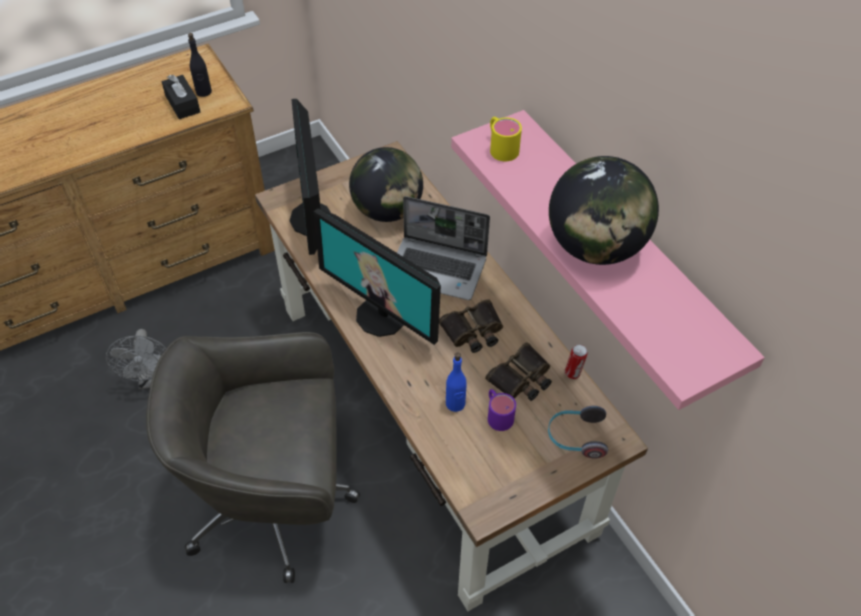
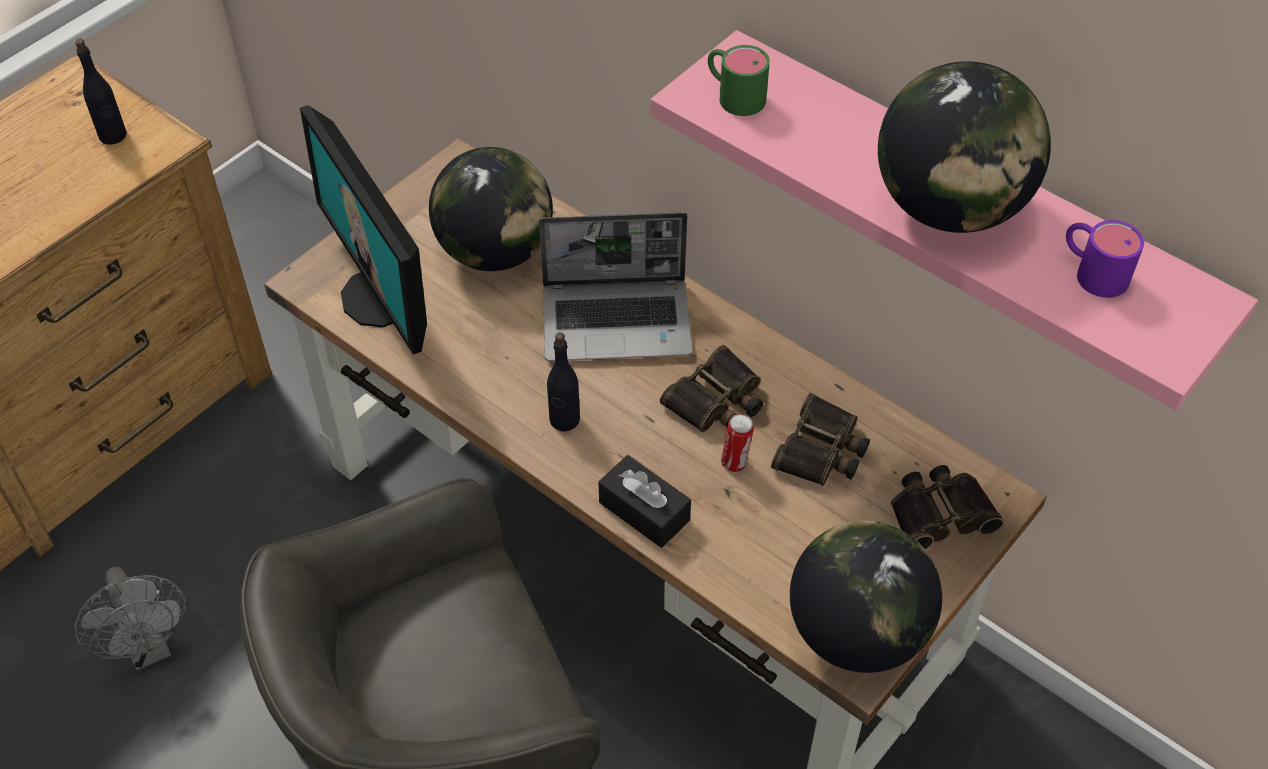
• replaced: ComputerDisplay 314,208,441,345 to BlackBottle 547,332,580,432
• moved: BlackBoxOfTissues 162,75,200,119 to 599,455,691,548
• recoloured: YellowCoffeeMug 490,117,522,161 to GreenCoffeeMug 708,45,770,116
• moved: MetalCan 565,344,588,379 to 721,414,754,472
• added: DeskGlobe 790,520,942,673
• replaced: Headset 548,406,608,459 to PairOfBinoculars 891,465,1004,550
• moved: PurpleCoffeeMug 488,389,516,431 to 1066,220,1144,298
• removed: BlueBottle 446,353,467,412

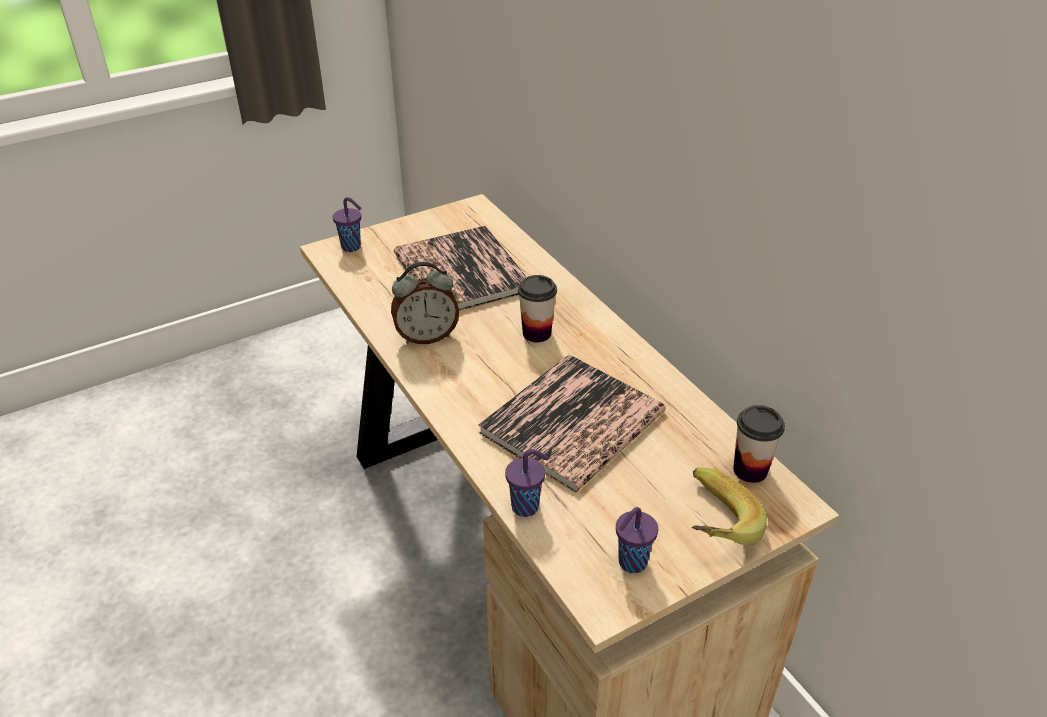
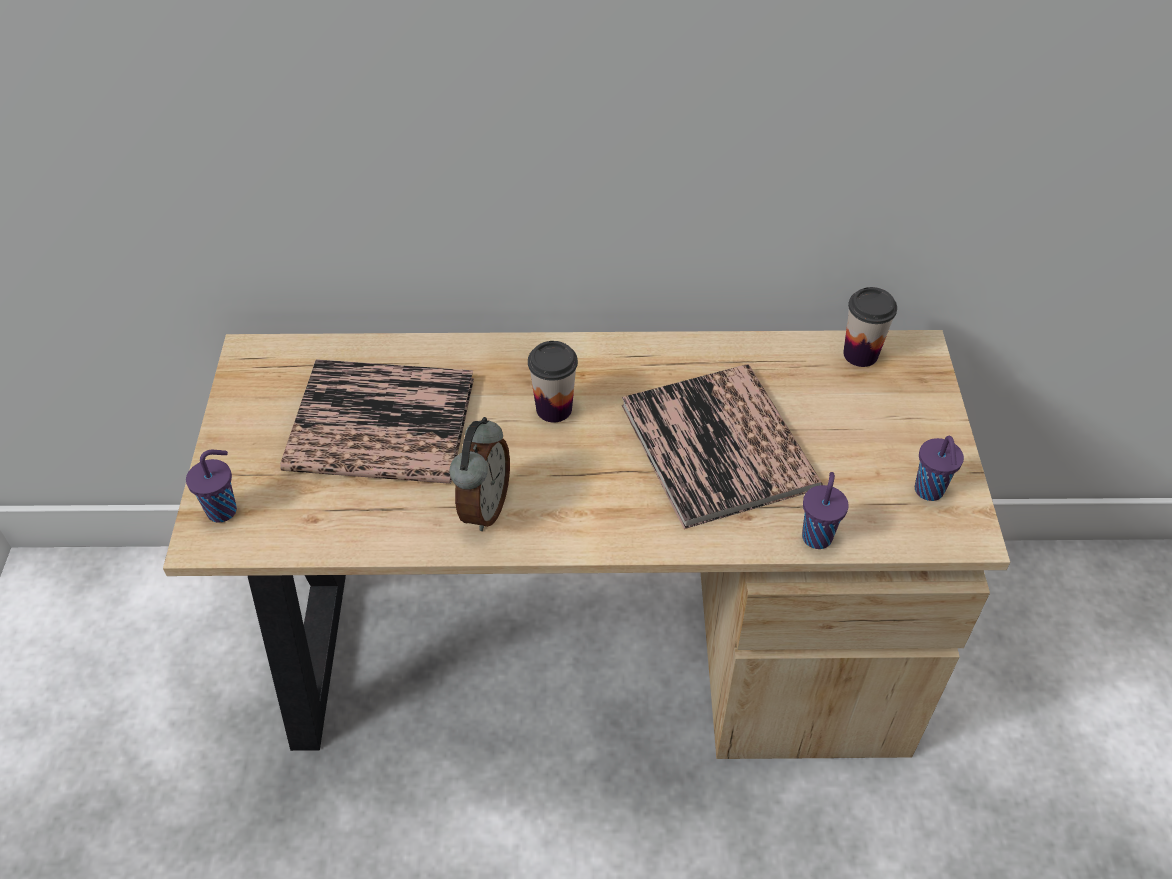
• removed: BananaFruit 692,467,767,545

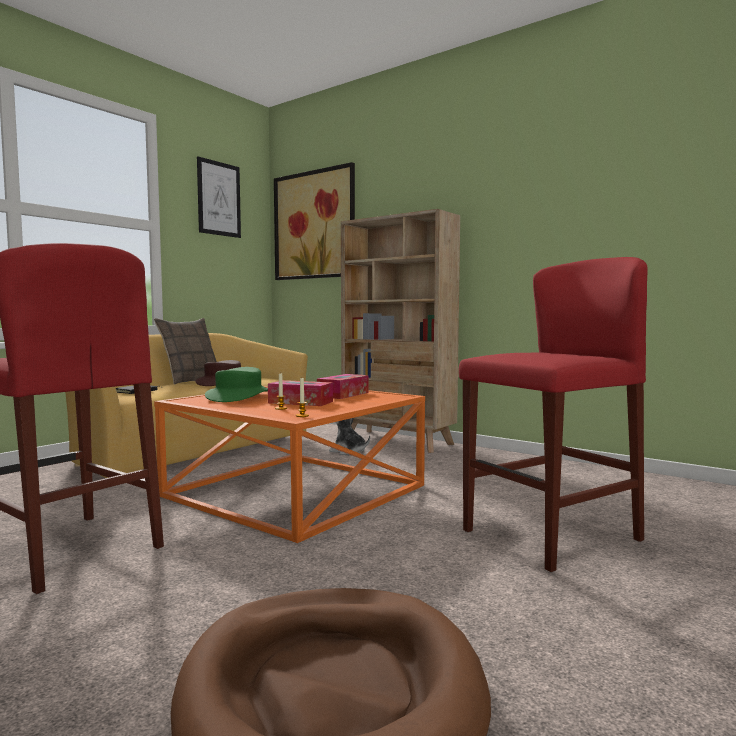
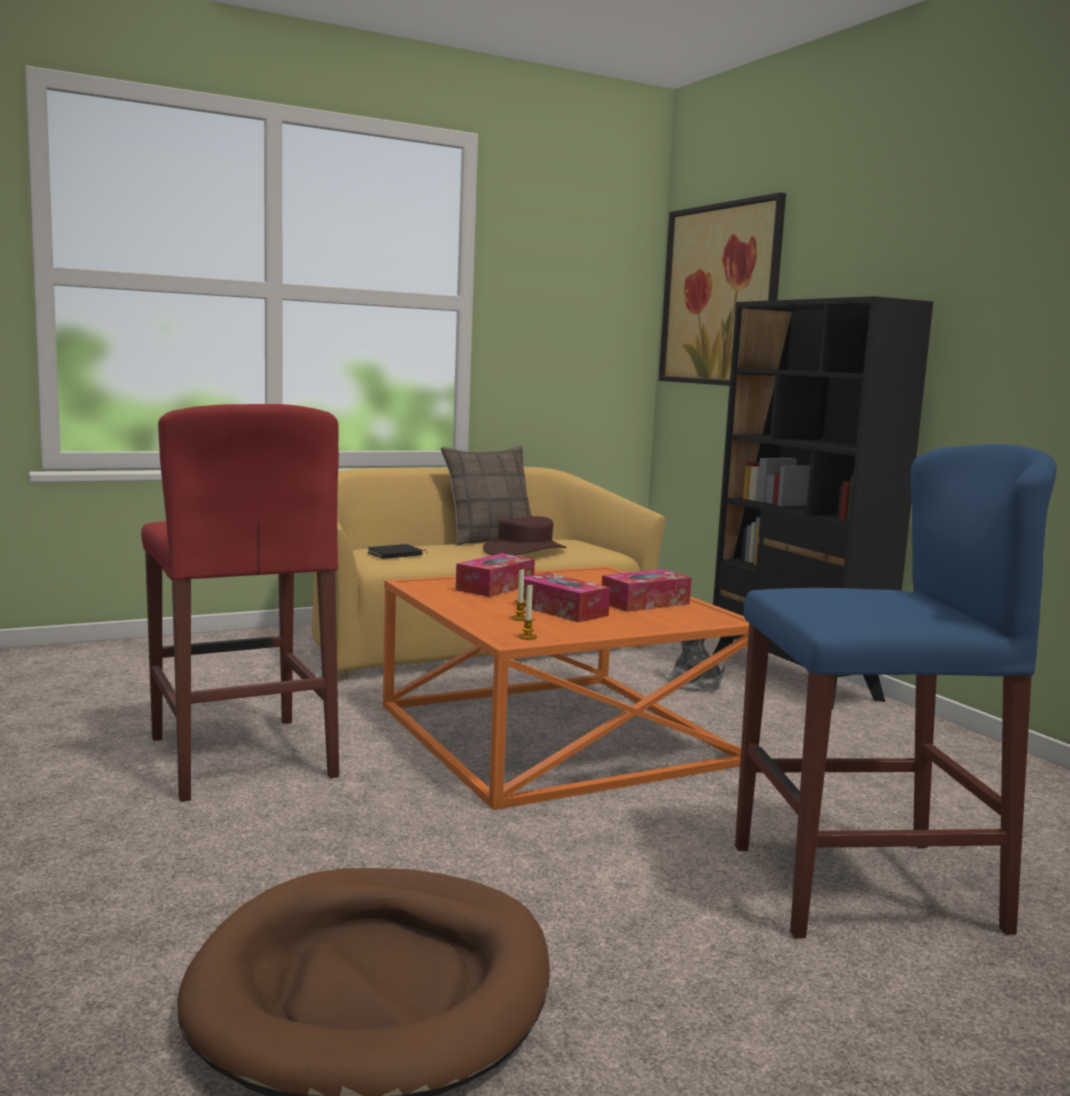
• replaced: GreenHat 205,367,268,402 to BoxOfTissues 456,553,535,597
• recoloured: BeigeShelvingUnit 341,209,460,453 to BlackShelvingUnit 713,296,933,710
• recoloured: RedStool 458,257,648,572 to BlueStool 735,444,1057,938
• removed: WallArt 197,156,241,238

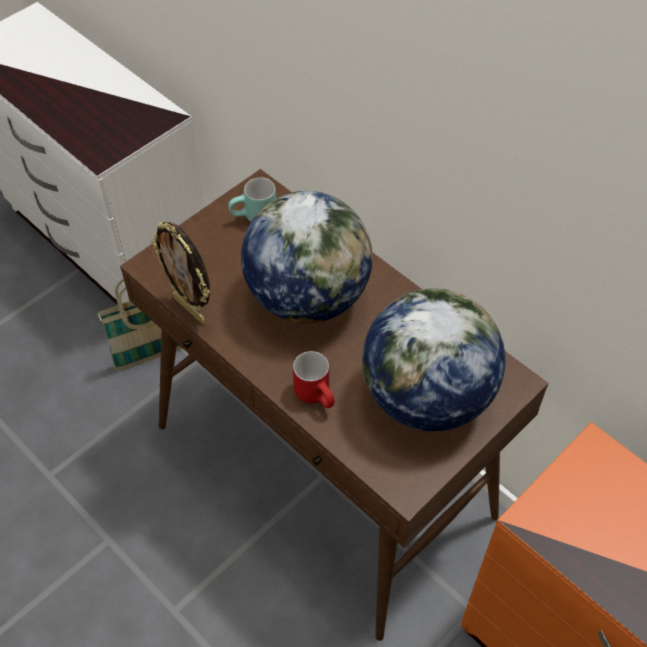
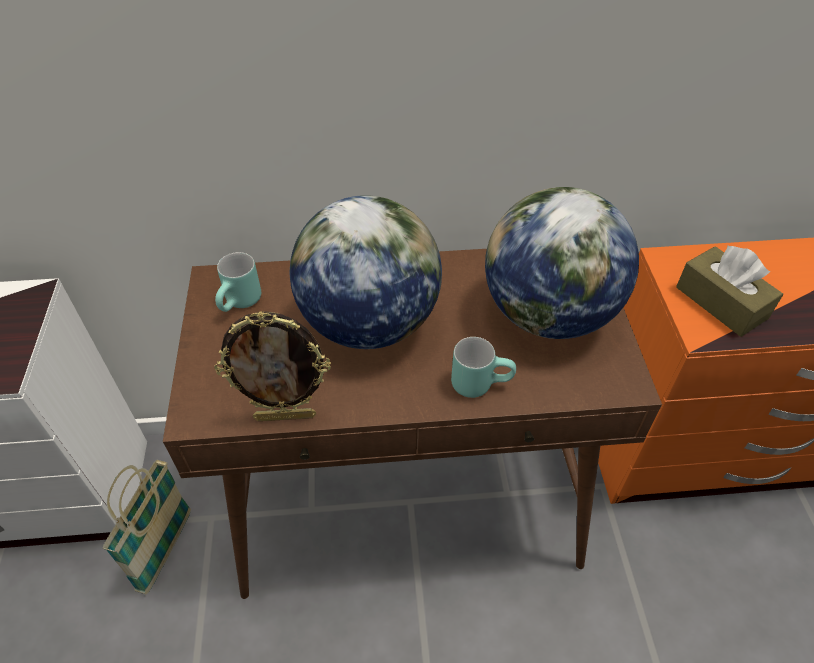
• recoloured: RedCoffeeMug 293,351,335,408 to BlueGreenCoffeeMug 451,337,516,398
• added: BrownBoxOfTissues 676,245,783,337

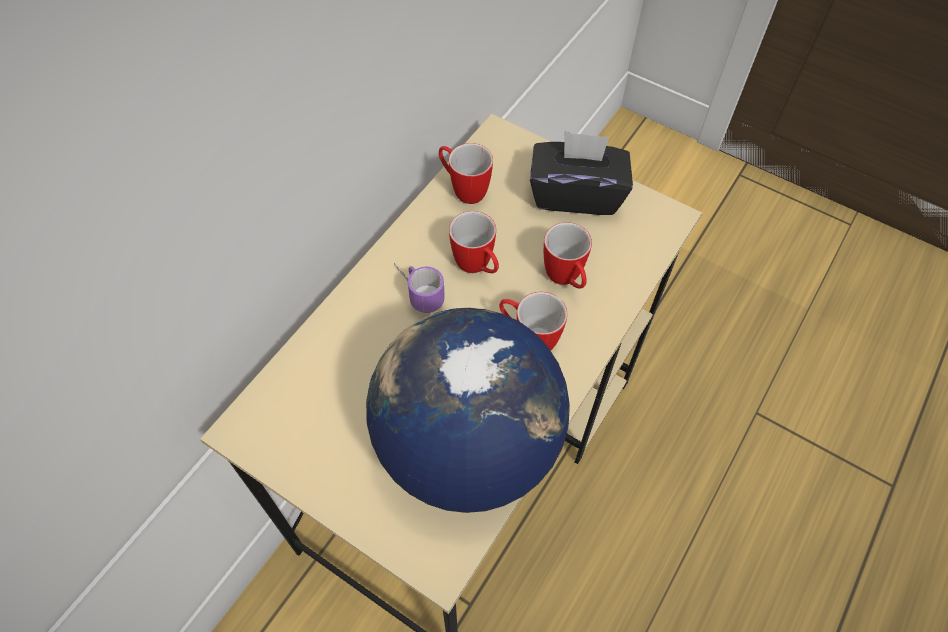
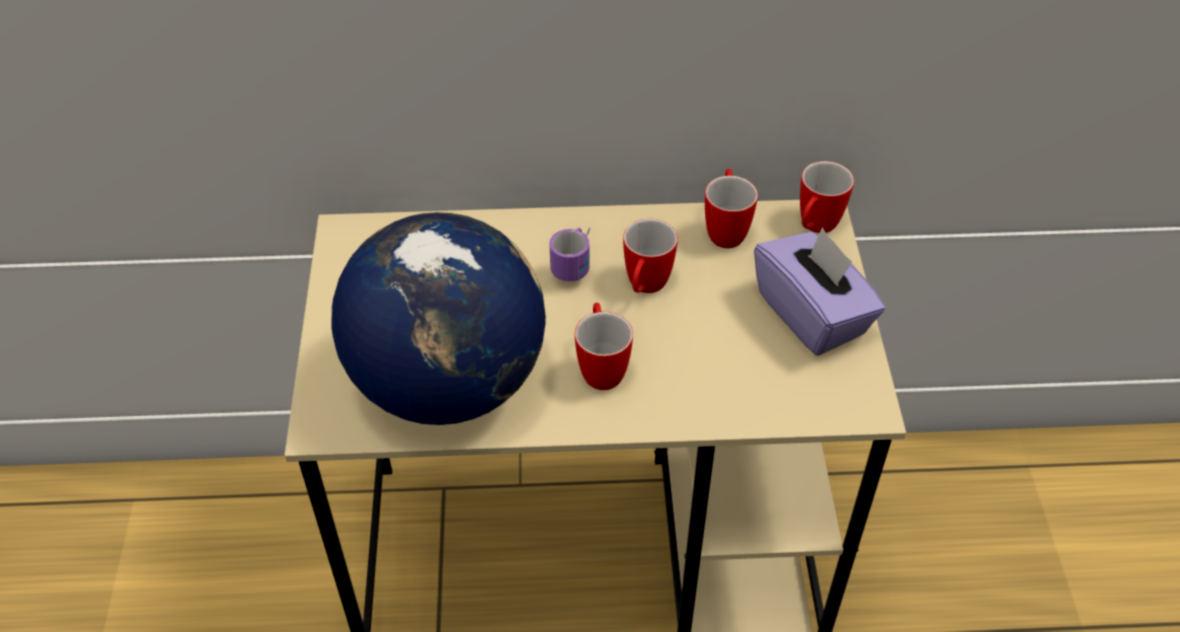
• recoloured: BlackBoxOfTissues 530,131,633,215 to PurpleBoxOfTissues 754,227,886,356
• moved: CoffeeMug 544,222,592,289 to 800,161,854,233

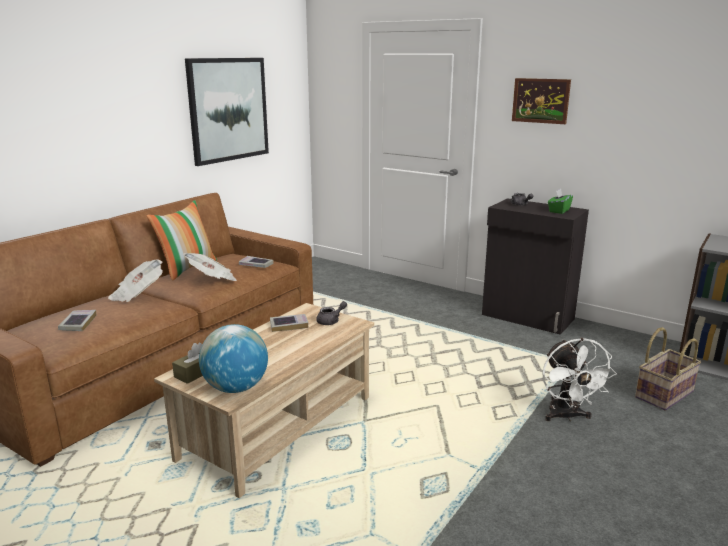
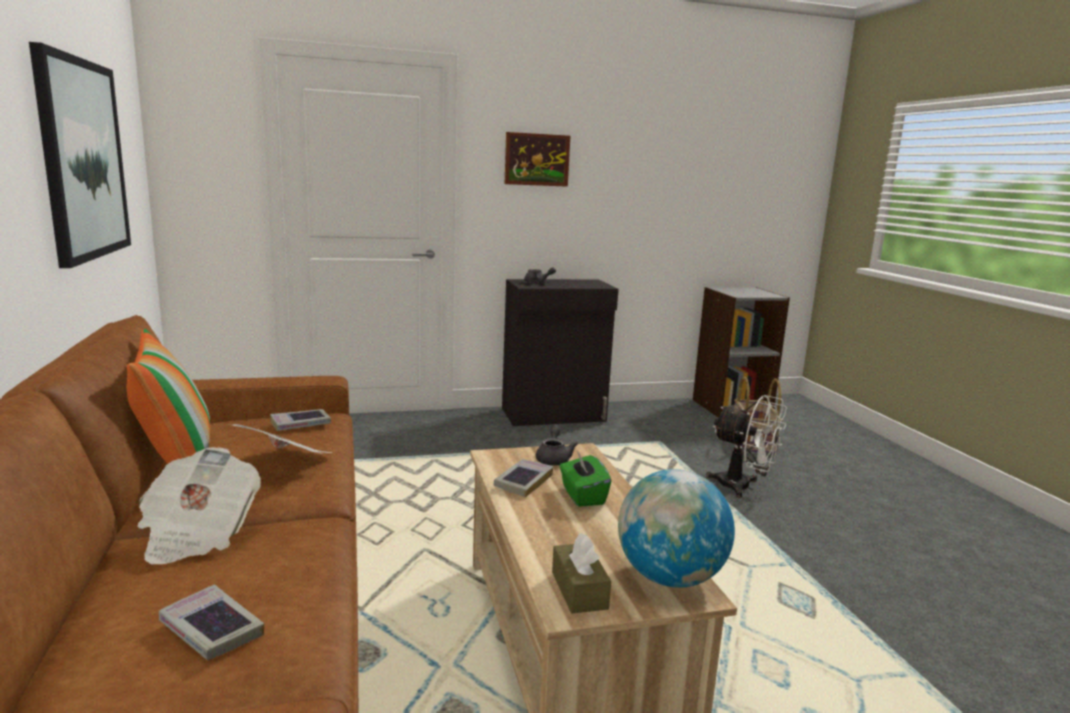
• moved: GreenBoxOfTissues 548,189,573,214 to 560,451,611,507

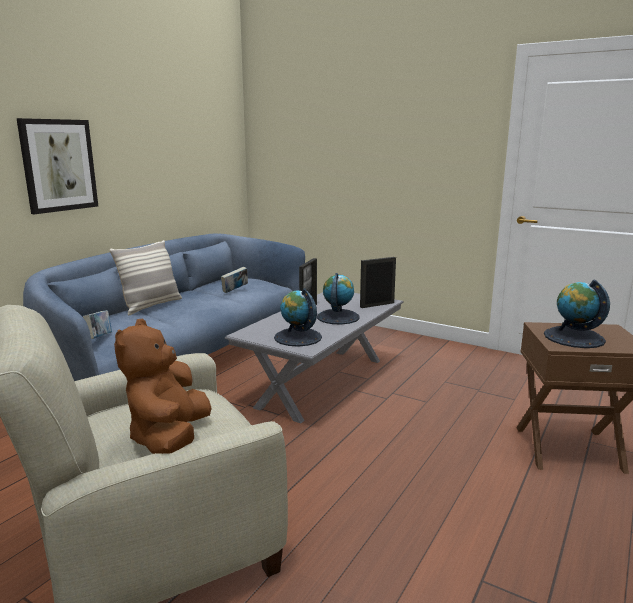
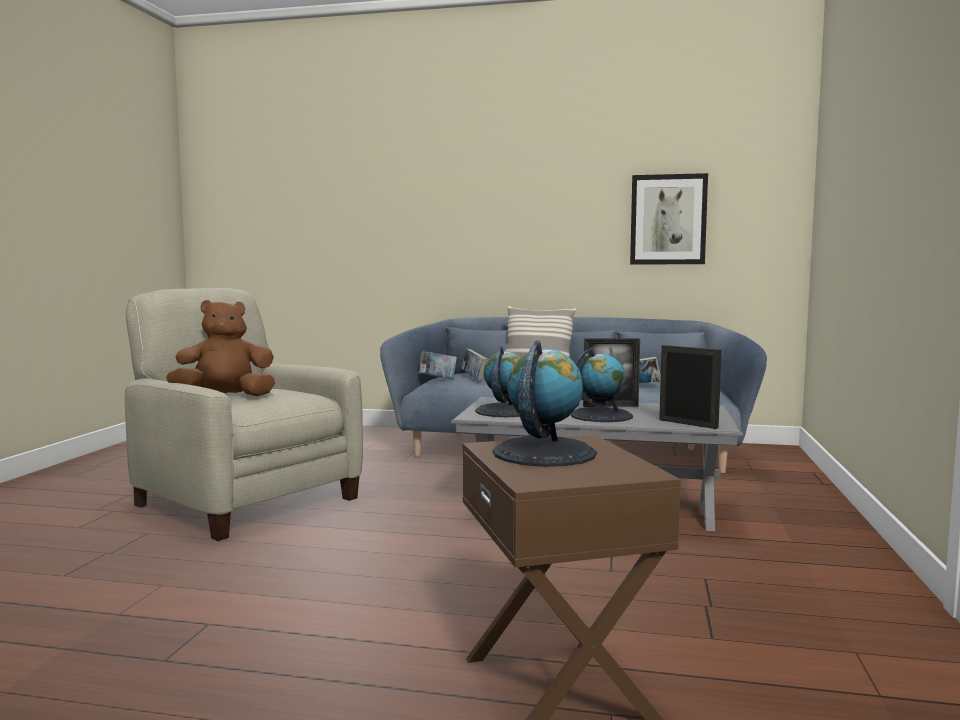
• added: Book 461,349,488,381
• moved: WallArt 16,118,98,214 to 630,173,708,264

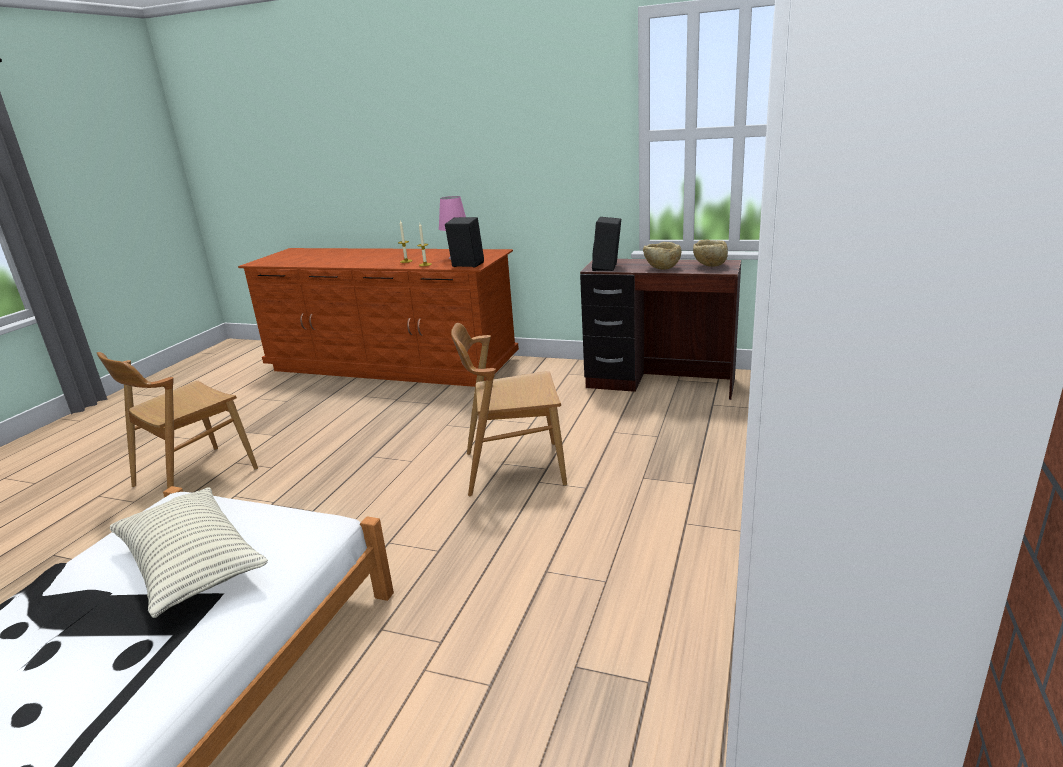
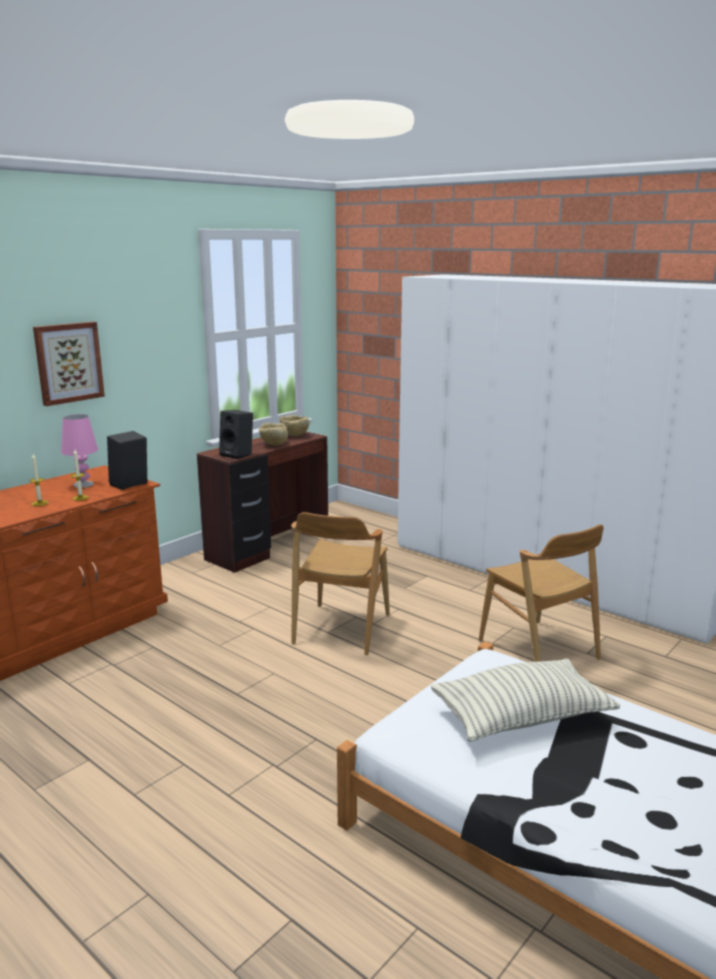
• added: WallArt 33,322,105,406
• moved: BrownUprightChair 97,352,258,489 to 479,525,604,662

